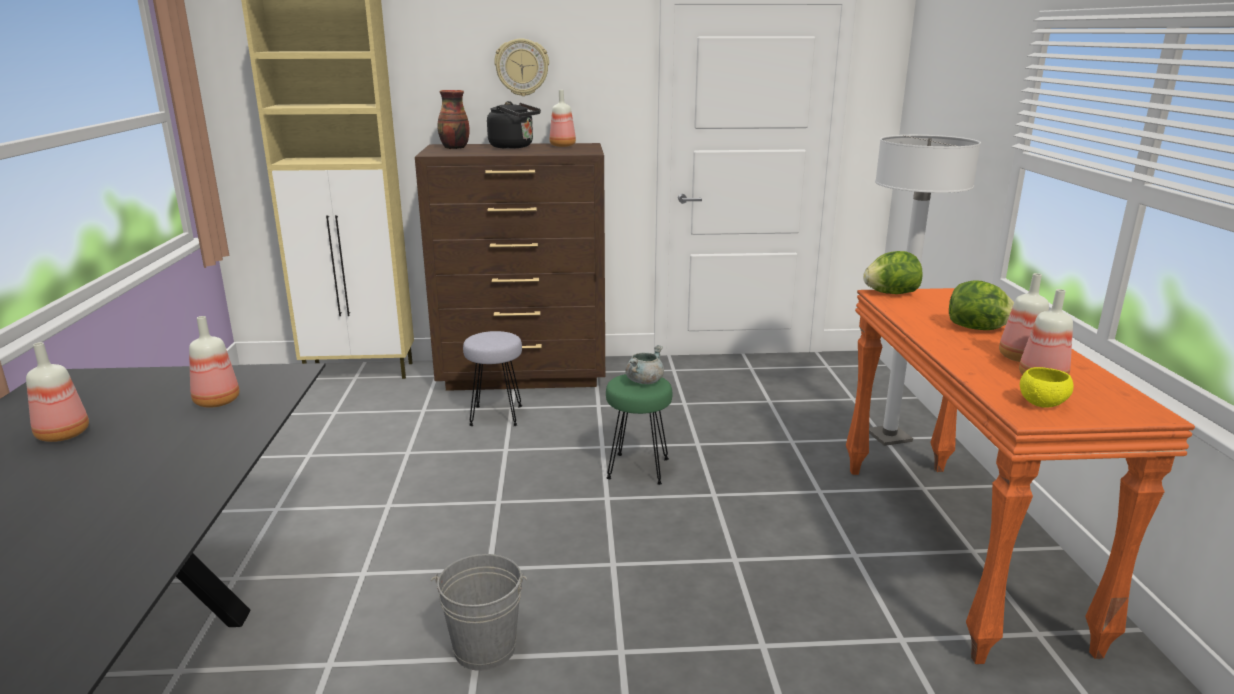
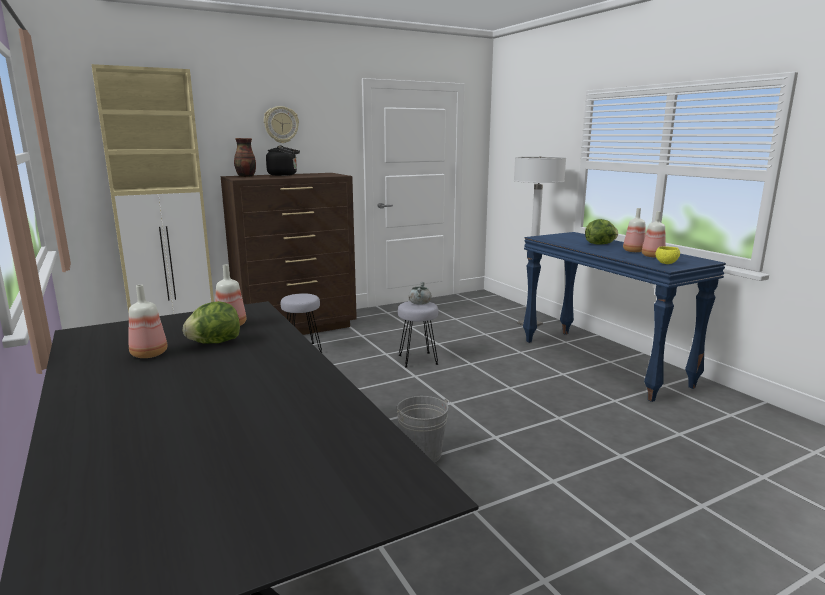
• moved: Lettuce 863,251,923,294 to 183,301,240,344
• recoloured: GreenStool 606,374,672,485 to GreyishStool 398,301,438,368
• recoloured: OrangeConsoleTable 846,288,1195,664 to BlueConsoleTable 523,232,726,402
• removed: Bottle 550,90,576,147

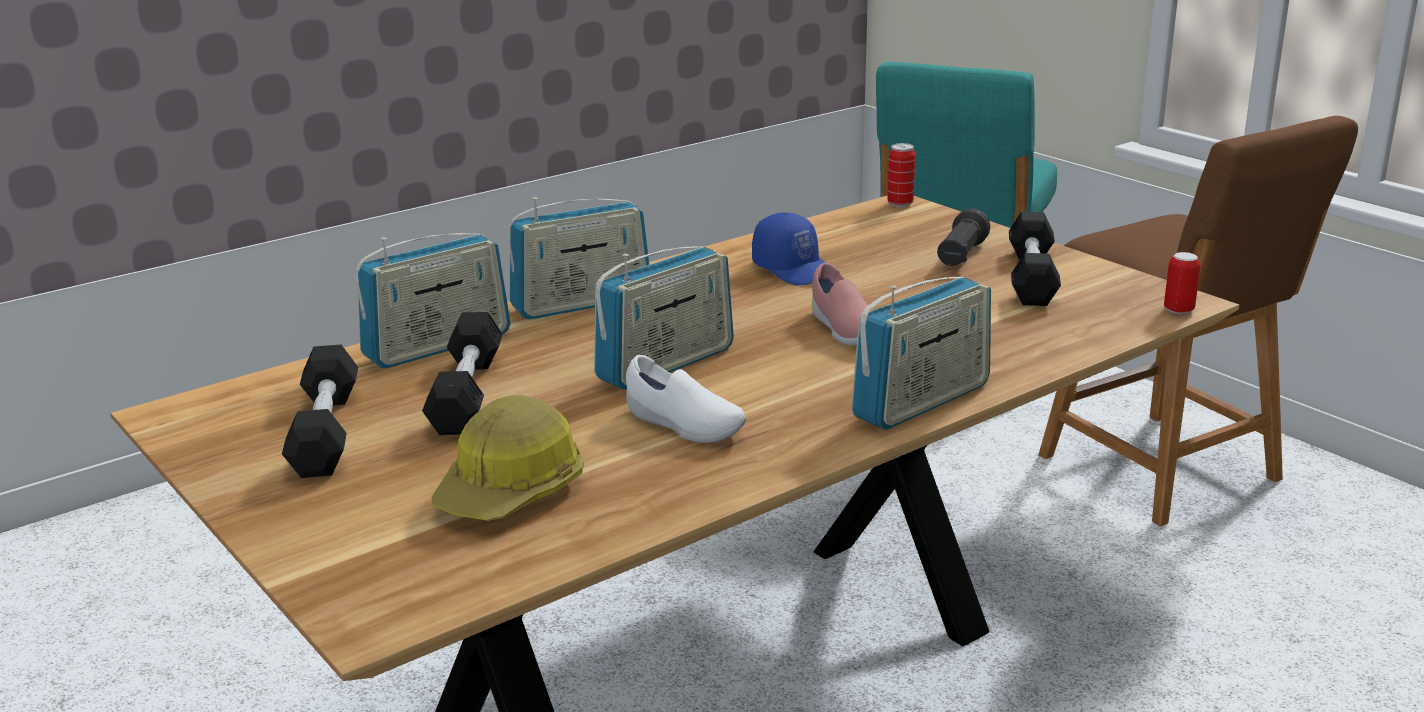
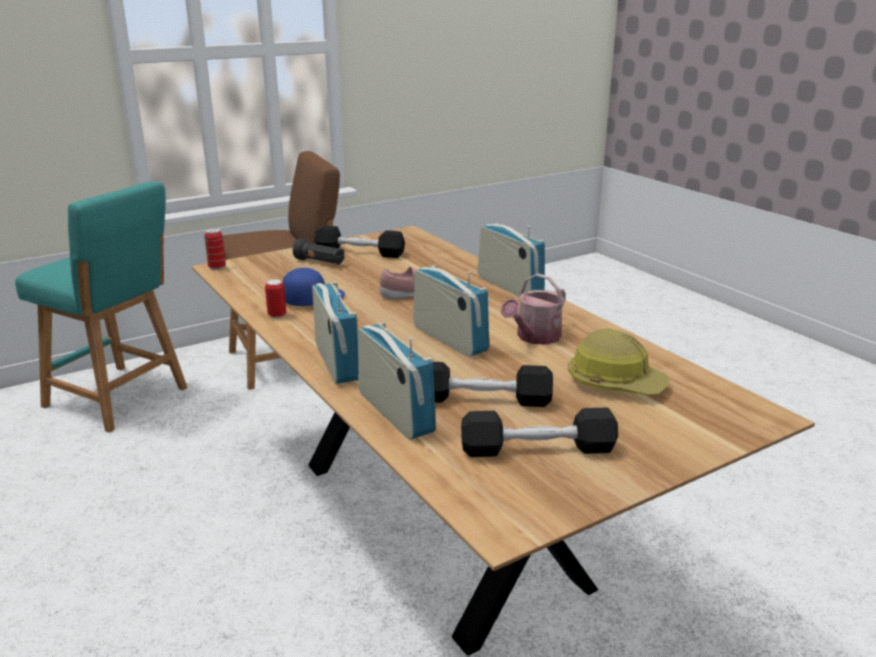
• moved: MetalCan 1164,252,1201,314 to 265,279,286,318
• replaced: WhiteColouredShoe 626,355,747,443 to SprinklingCan 501,273,566,345

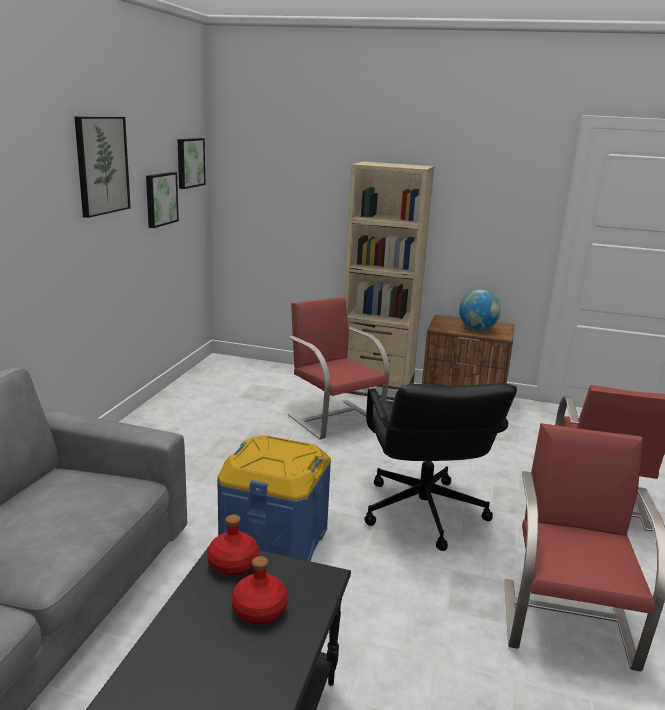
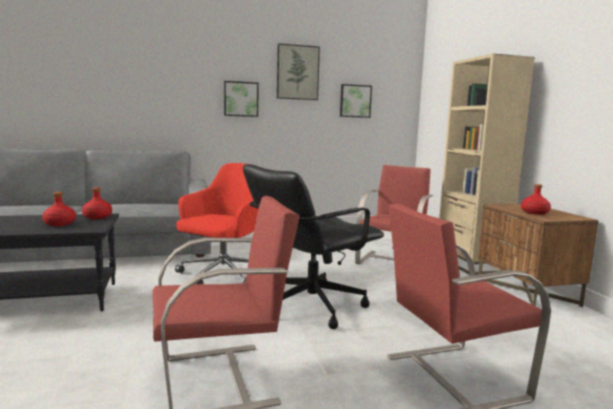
• replaced: BlueStorageBin 217,435,331,561 to RedOfficeChair 175,163,258,284
• moved: WallArt 177,138,205,189 to 224,81,259,117
• replaced: DeskGlobe 459,290,501,331 to RedBottle 521,184,551,215

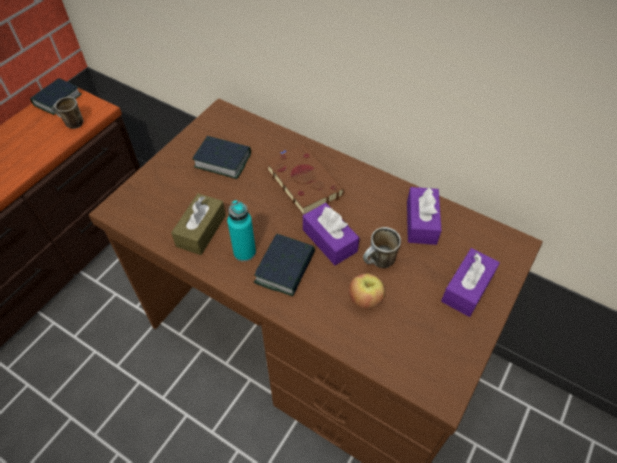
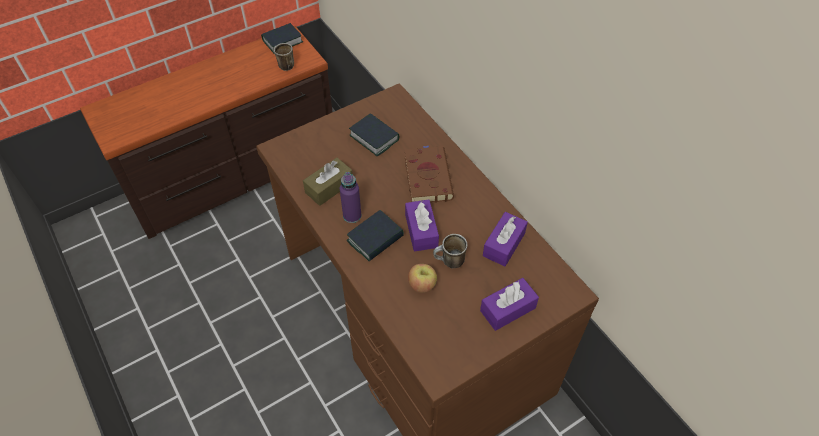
• recoloured: BlueGreenBottle 227,200,256,262 to PurpleBottle 340,172,362,223

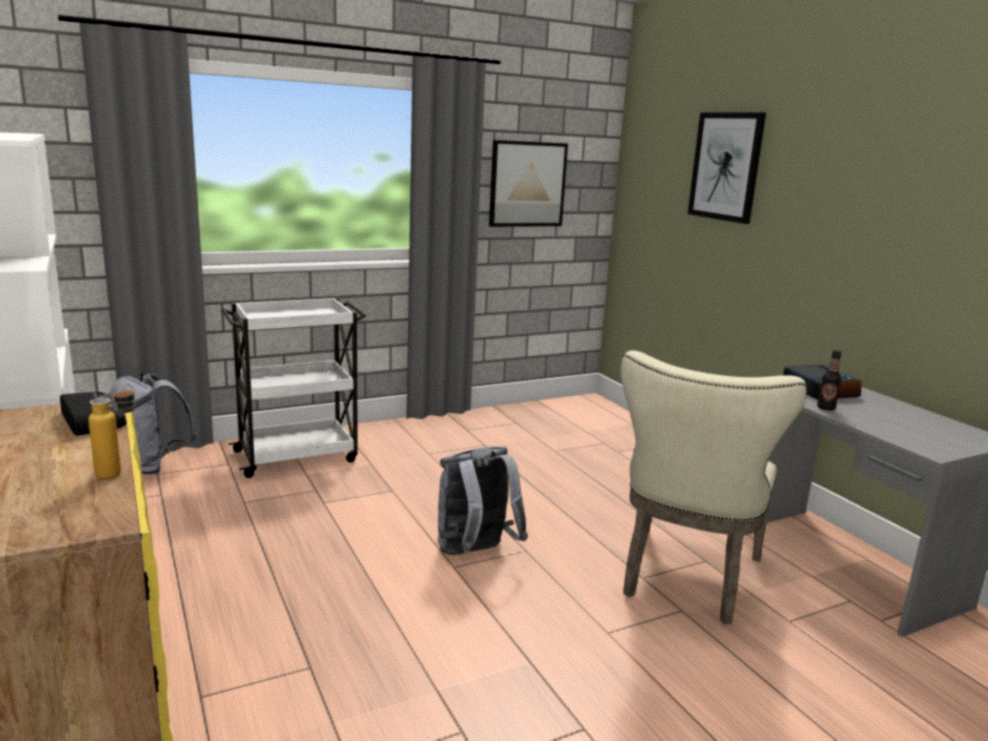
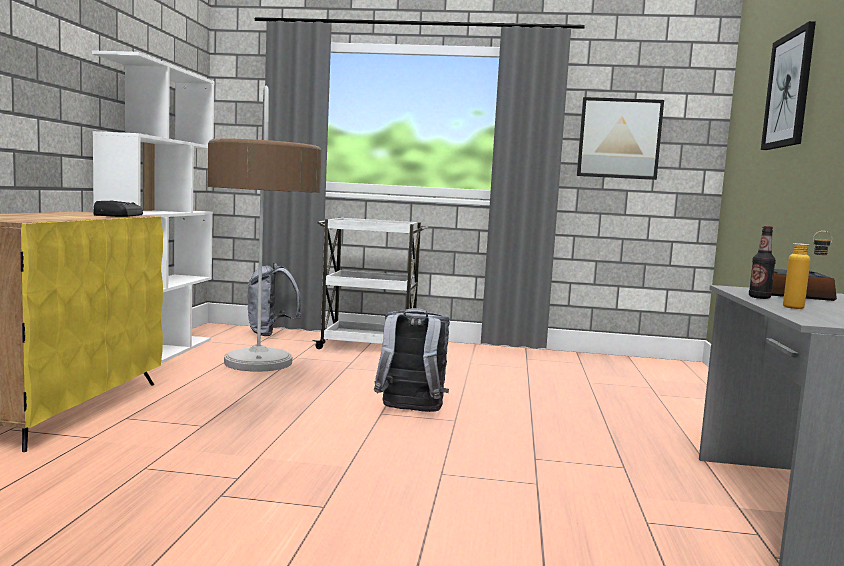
• added: StandingLamp 208,86,321,372
• moved: Bottle 88,383,135,479 to 783,231,832,309
• removed: BeigeUprightChair 621,350,807,624

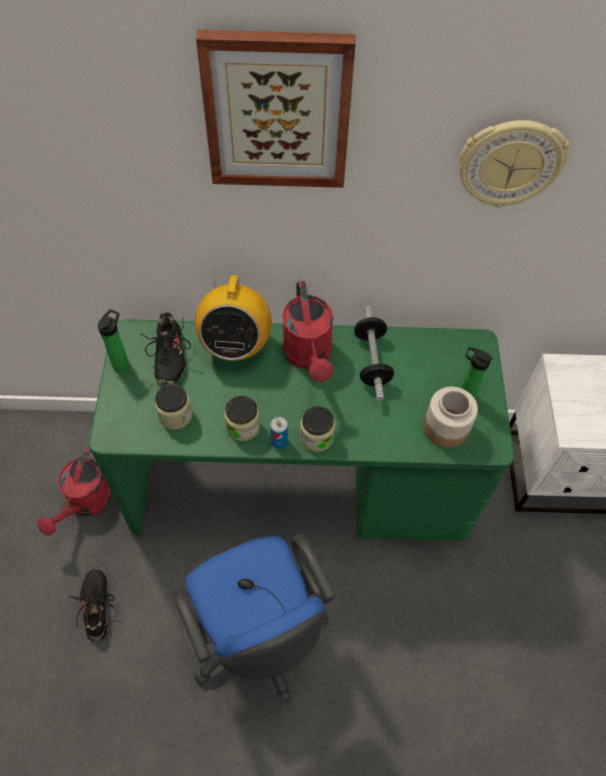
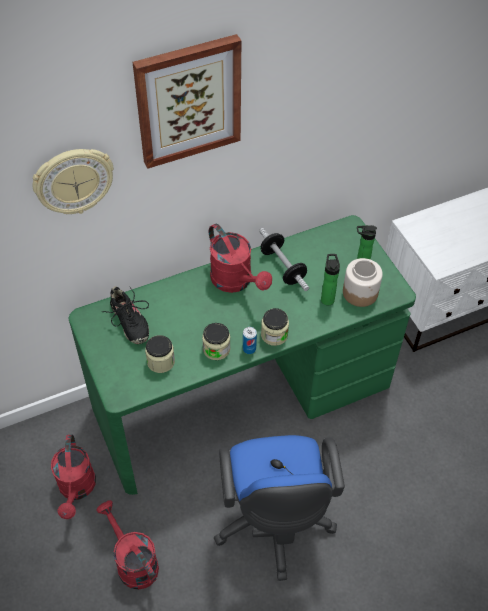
• moved: HangingClock 459,120,570,208 to 33,149,114,214
• replaced: BlackShoe 69,568,119,641 to RedSprinklingCan 97,500,159,590
• turned: BlueOfficeChair 173,534,335,703 = 214,435,345,581 45 degrees clockwise
• moved: Bottle 98,309,129,371 to 321,254,340,306
• removed: RadioReceiver 195,270,272,361

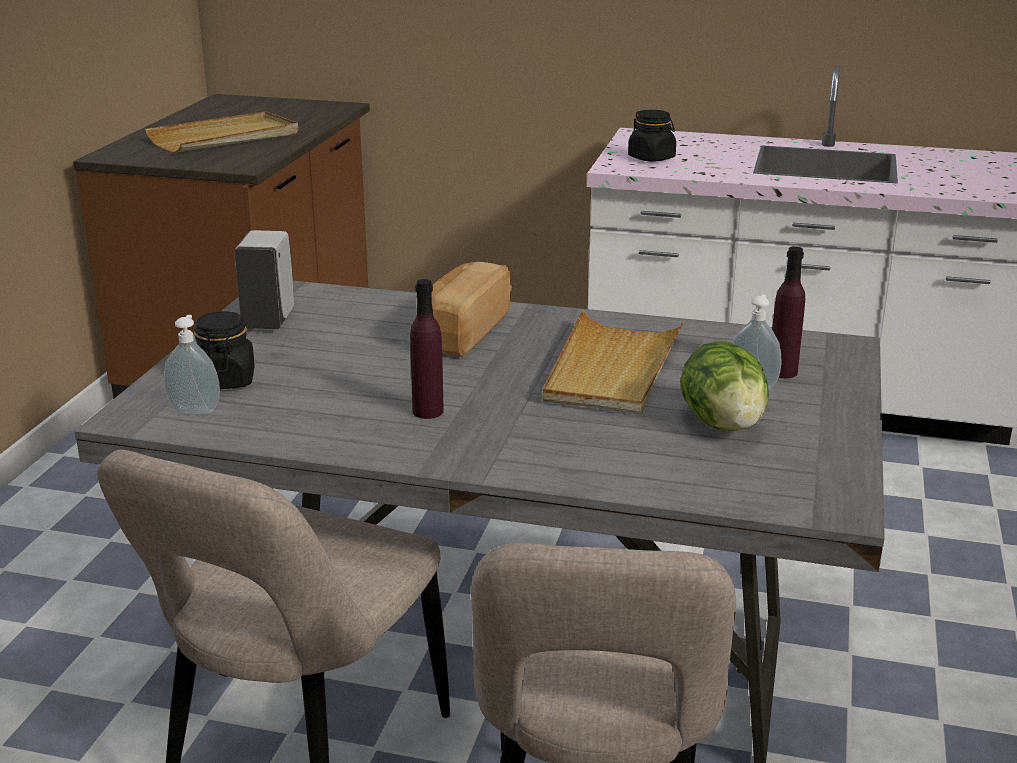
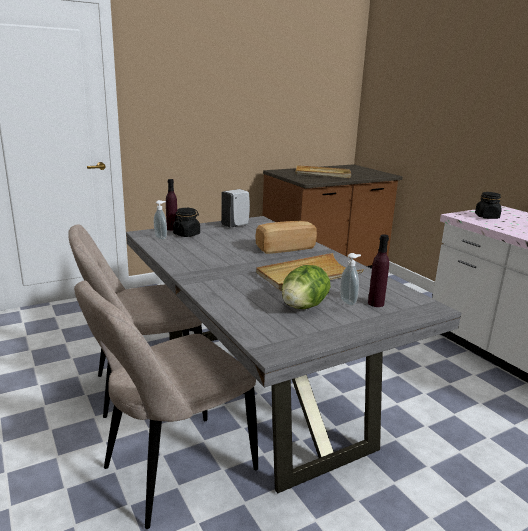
• moved: PurpleBottle 410,279,443,419 to 166,179,177,231

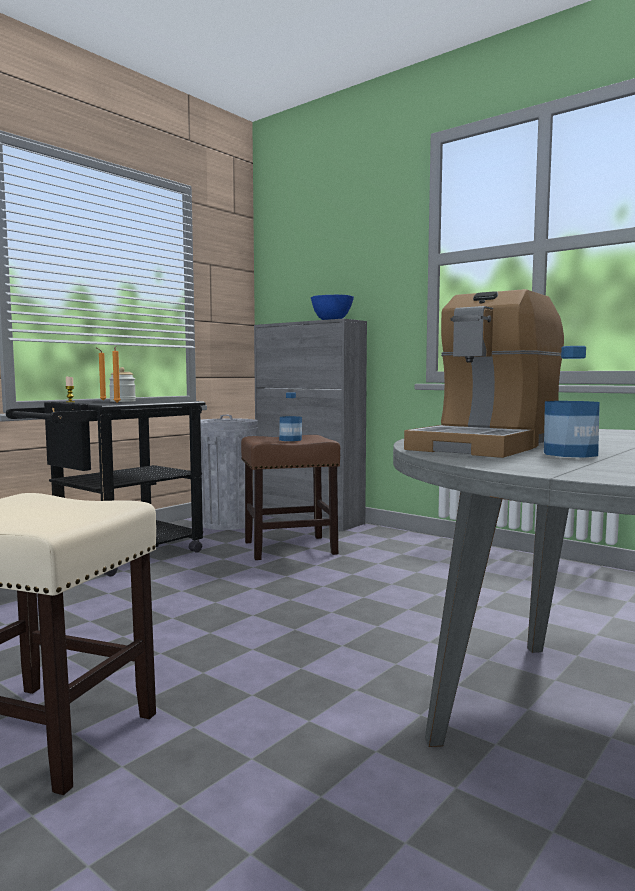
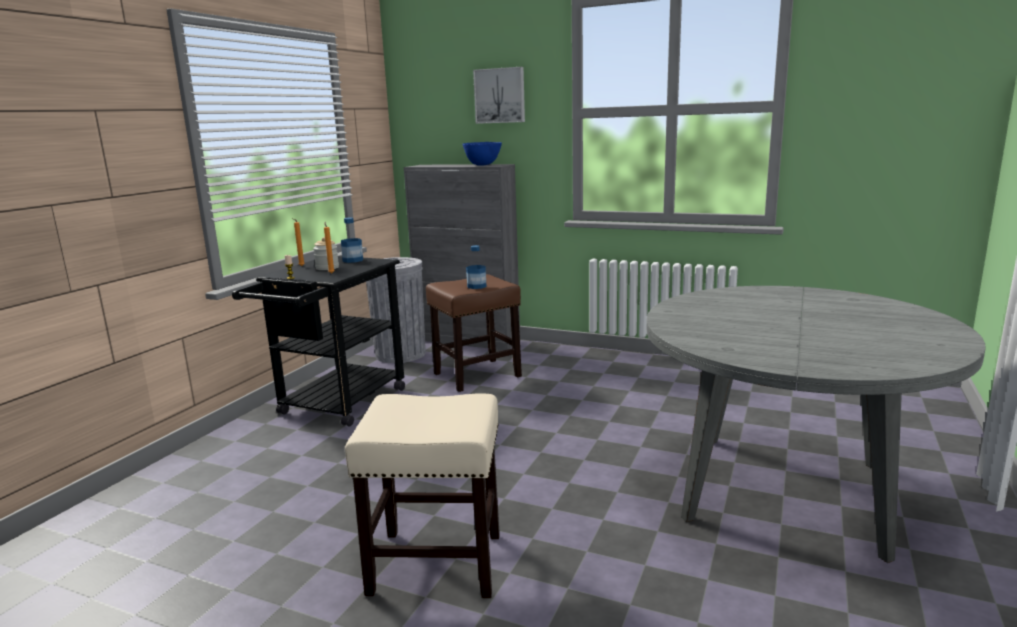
• moved: Bottle 544,346,600,458 to 341,218,363,263
• added: WallArt 473,67,525,124
• removed: CoffeeMaker 404,289,564,458

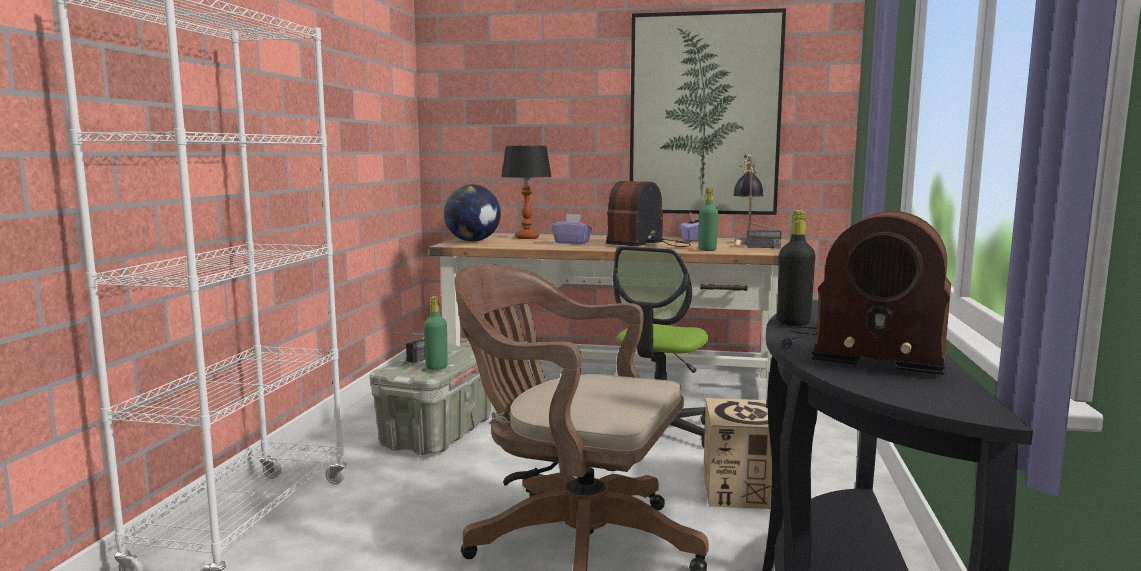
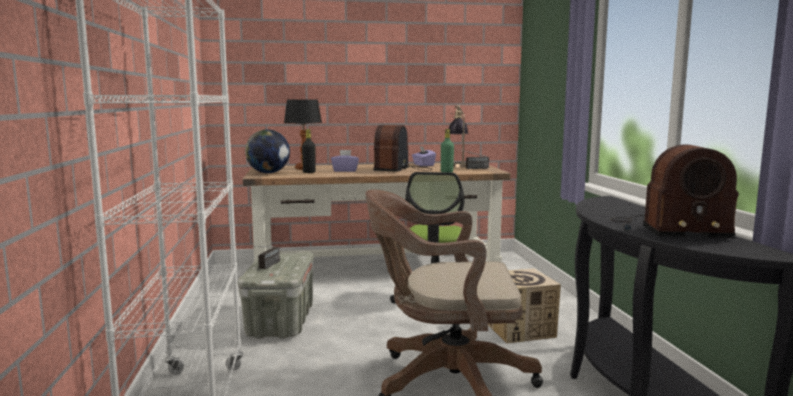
• moved: BlackBottle 777,210,816,326 to 302,129,316,173
• removed: GreenBottle 424,296,448,370
• removed: WallArt 630,8,786,215

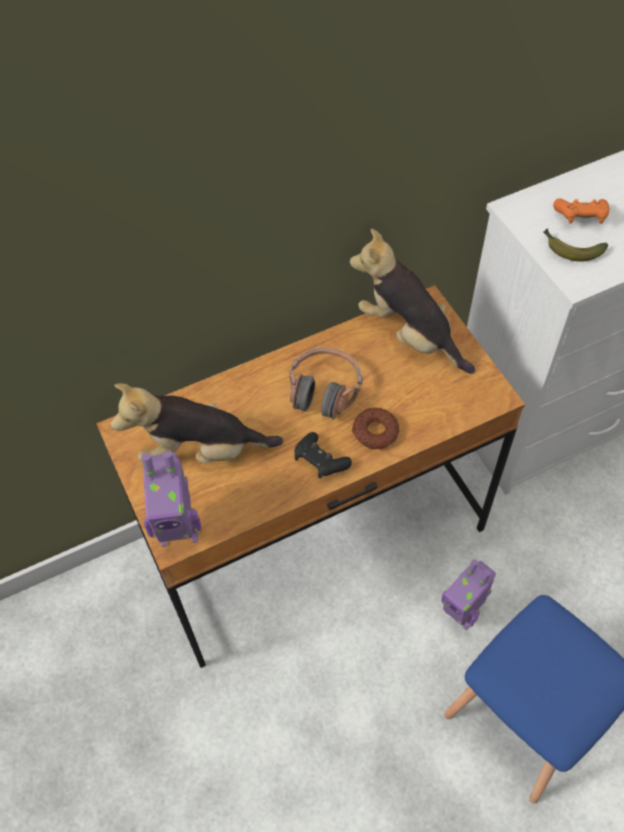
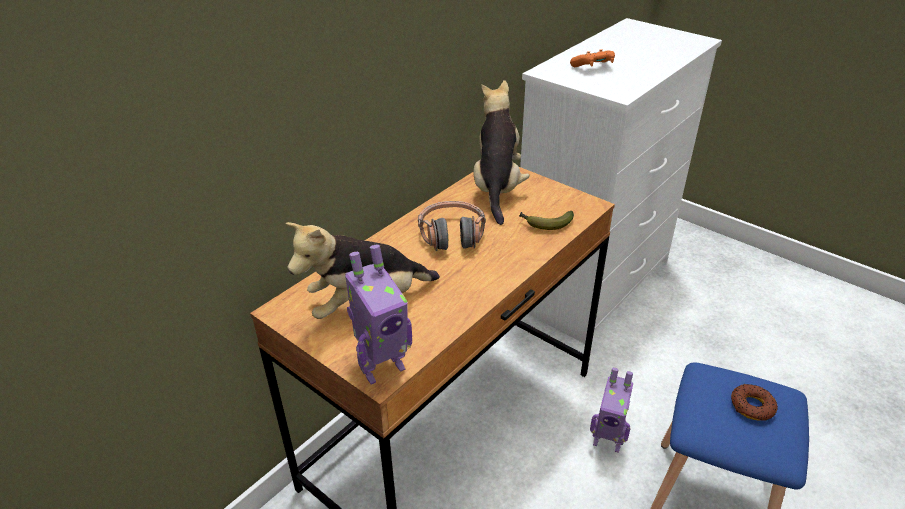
• turned: PlushToy 350,229,475,374 = 473,80,530,225 75 degrees clockwise
• moved: BananaFruit 543,228,608,262 to 519,211,574,230
• moved: Donut 352,408,399,449 to 731,384,778,421
• removed: BlackGameController 294,432,352,478

